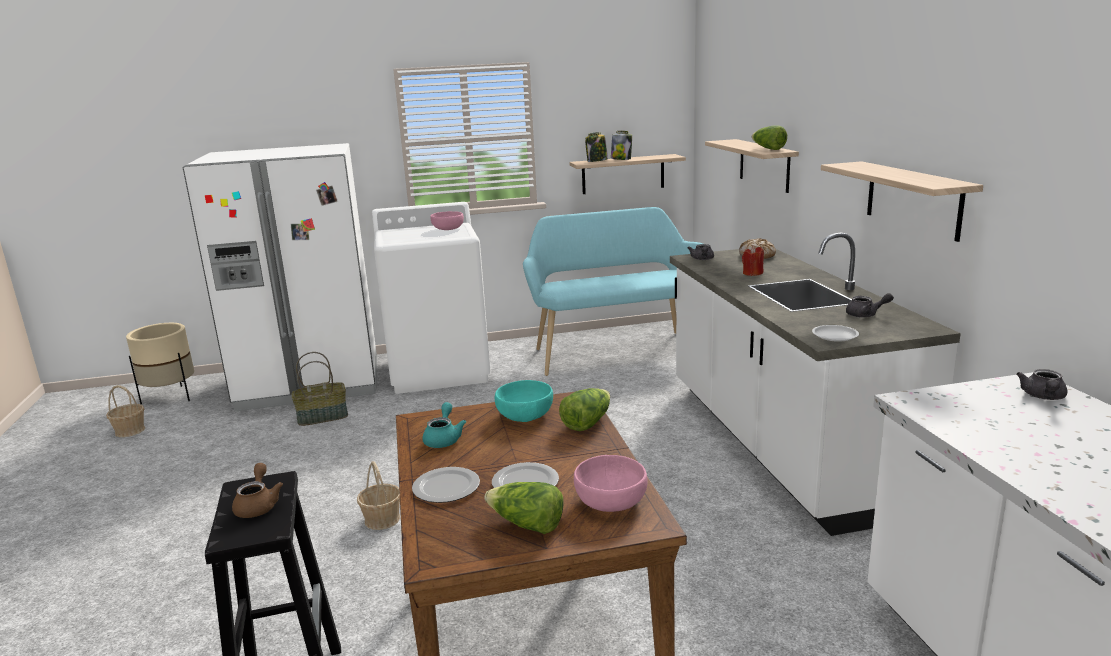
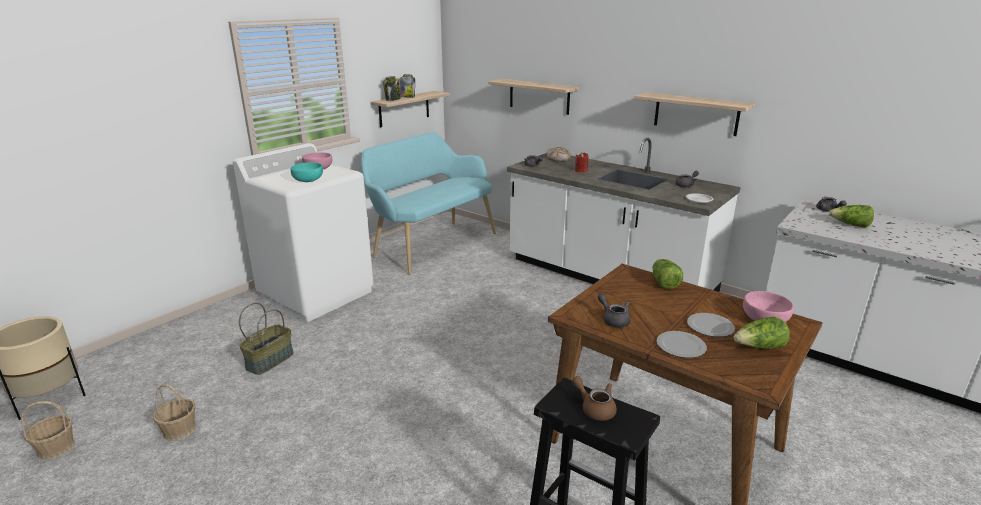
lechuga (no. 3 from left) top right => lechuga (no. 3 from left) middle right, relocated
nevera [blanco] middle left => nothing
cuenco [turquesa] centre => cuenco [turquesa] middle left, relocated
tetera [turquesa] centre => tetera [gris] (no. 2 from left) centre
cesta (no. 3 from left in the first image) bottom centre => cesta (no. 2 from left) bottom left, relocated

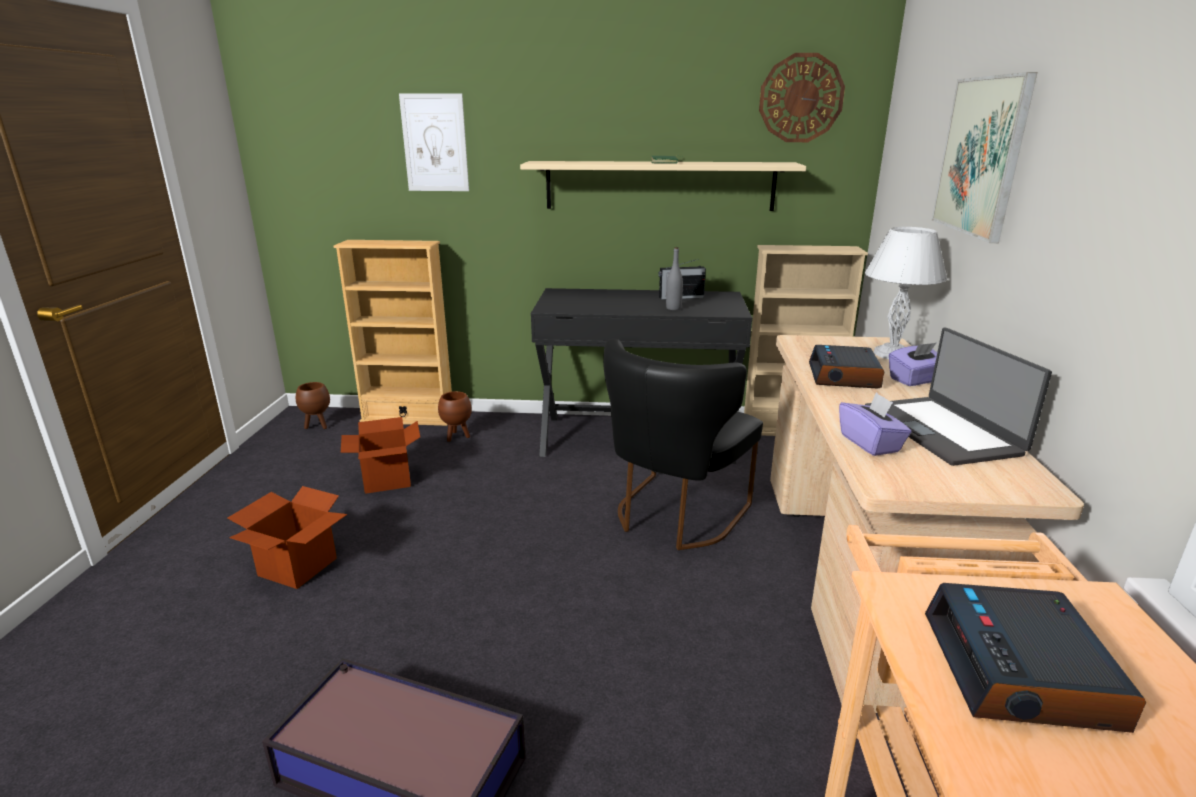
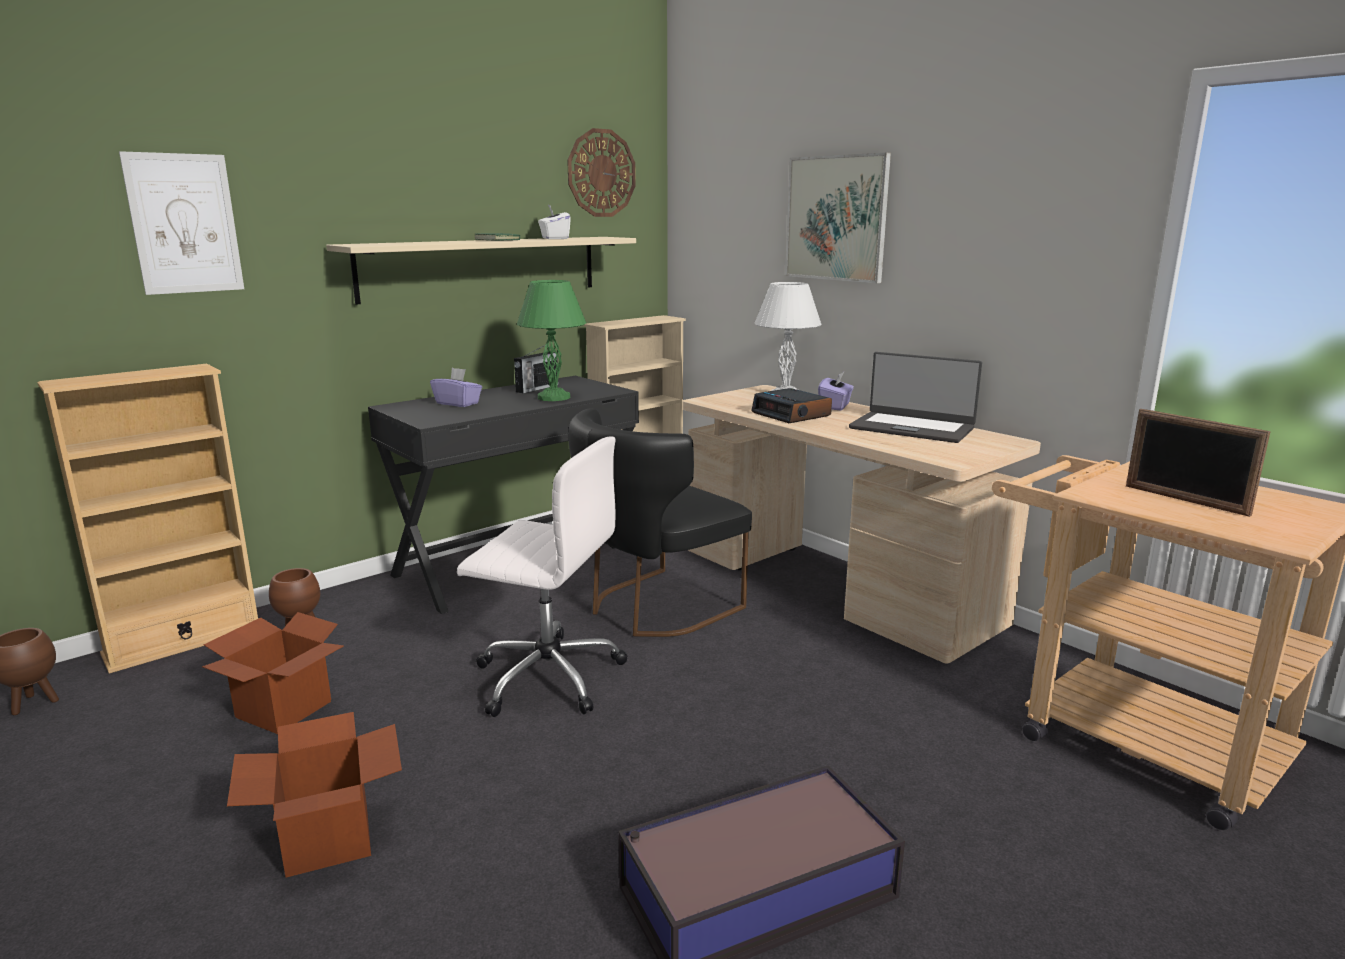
botella [gris] centre => lámpara de mesa [verde] centre
silla [negro] centre, 60 degrees clockwise
caja de pañuelos [morado] (no. 1 from left) middle right => caja de pañuelos [morado] (no. 1 from left) centre, relocated
despertador (no. 2 from left) bottom right => portarretratos middle right
nothing => caja de pañuelos [blanco] top centre
nothing => silla de oficina [blanco] centre

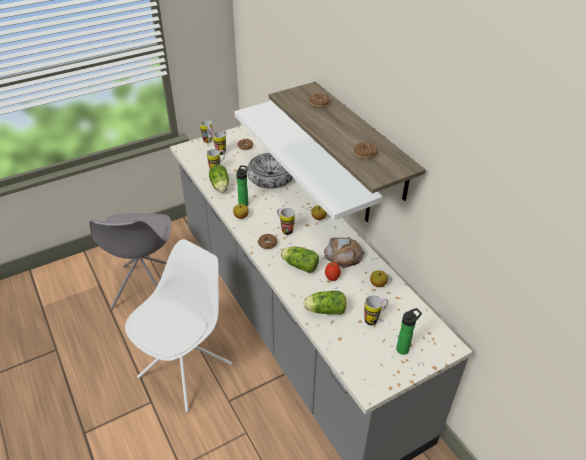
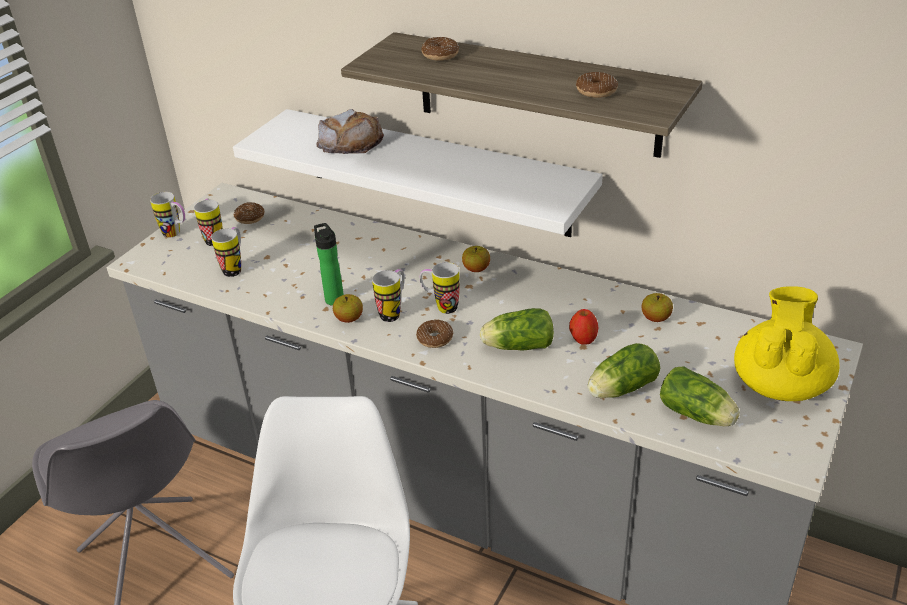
cuenco centre => nothing
lechuga (no. 1 from left in the first image) centre => lechuga (no. 3 from left) middle right, relocated
pan centre => pan top centre, relocated
taza grande (no. 5 from left in the first image) bottom centre => taza grande (no. 4 from left) centre, relocated
botella (no. 2 from left) bottom right => tetera [amarillo] middle right

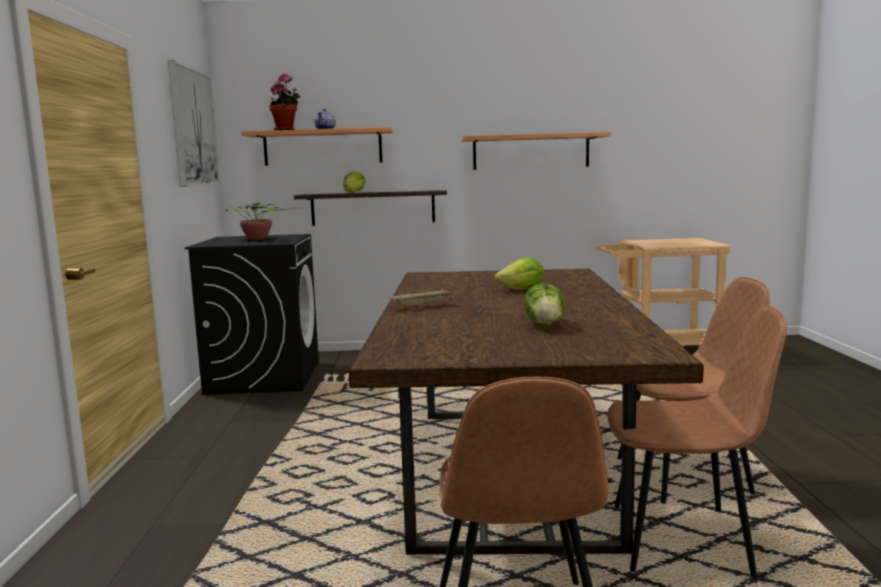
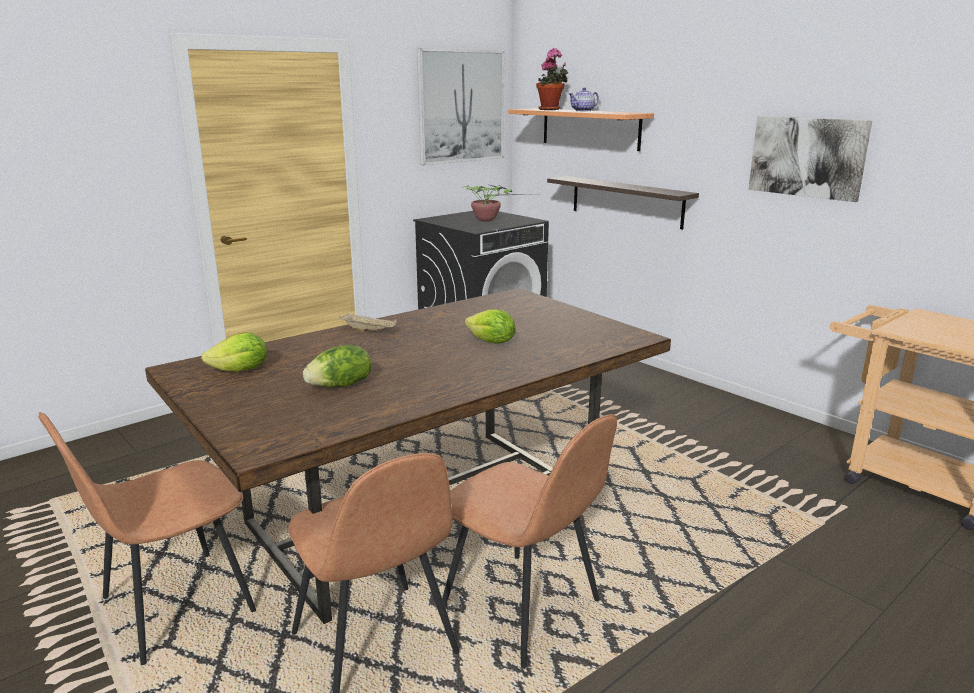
estante (no. 3 from left) top centre => cuadro (no. 2 from left) top right
lechuga (no. 1 from left) top centre => lechuga (no. 1 from left) middle left, relocated

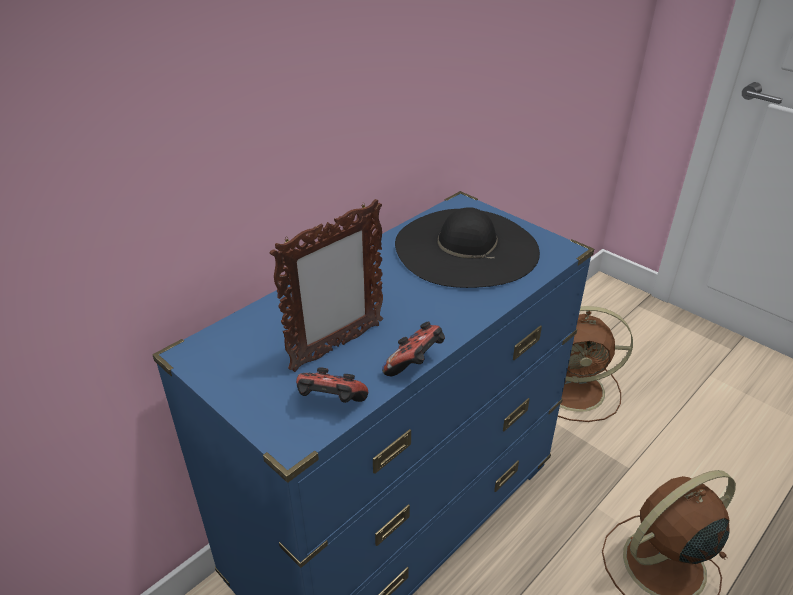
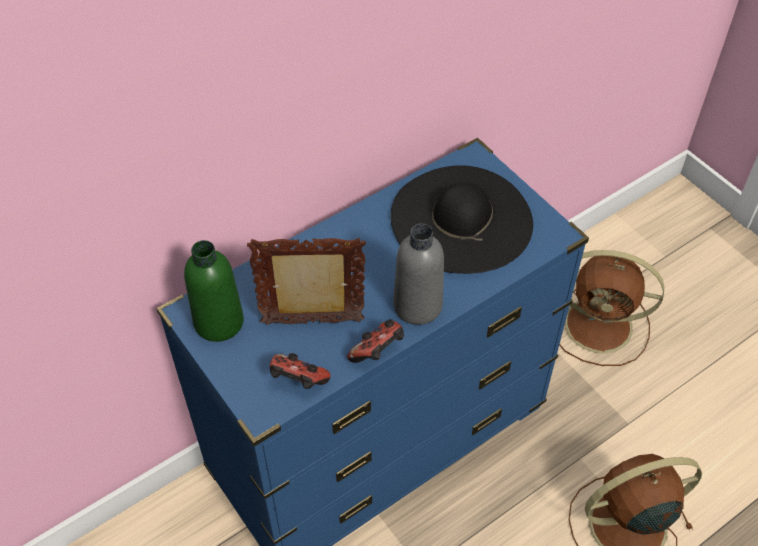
portarretratos centre, 150 degrees counterclockwise
nothing => botella [gris] centre
nothing => botella [verde] middle left

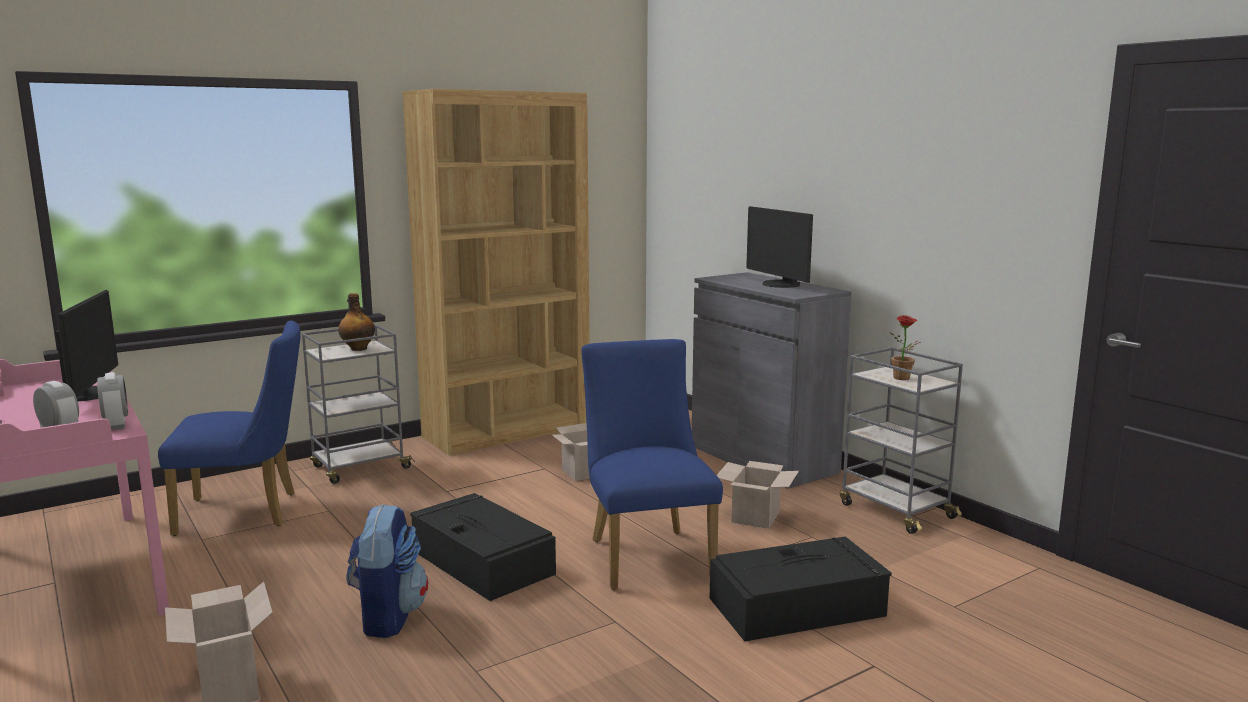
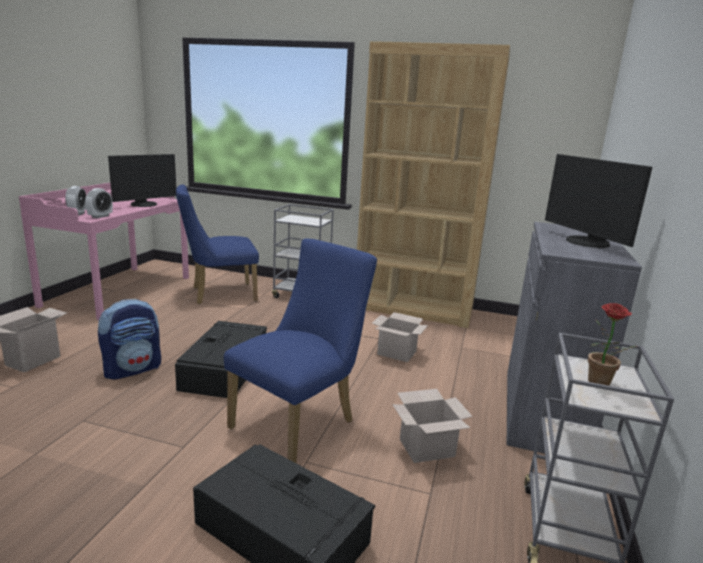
monitor (no. 2 from left) centre => monitor (no. 2 from left) middle right, 45 degrees counterclockwise
botella middle left => nothing
silla [azul] (no. 1 from left) middle left, 120 degrees clockwise

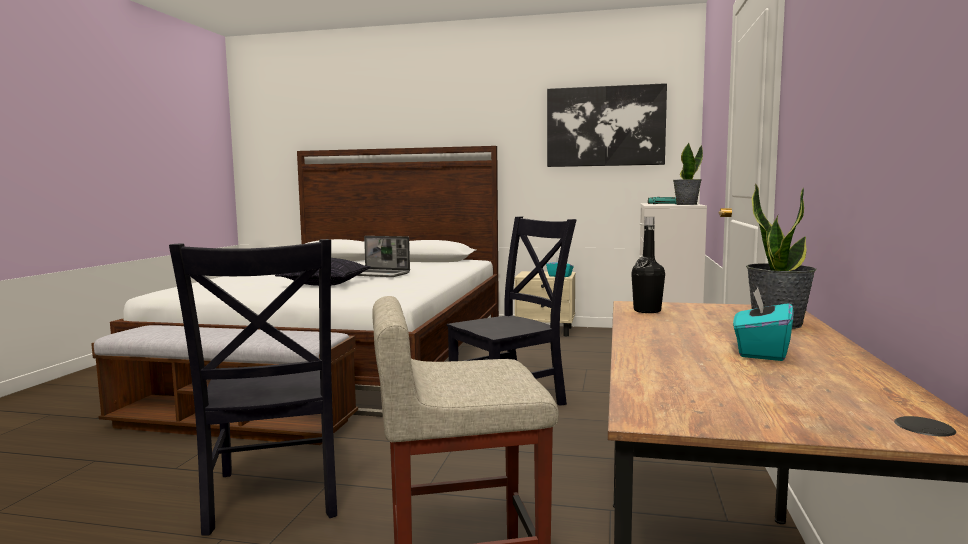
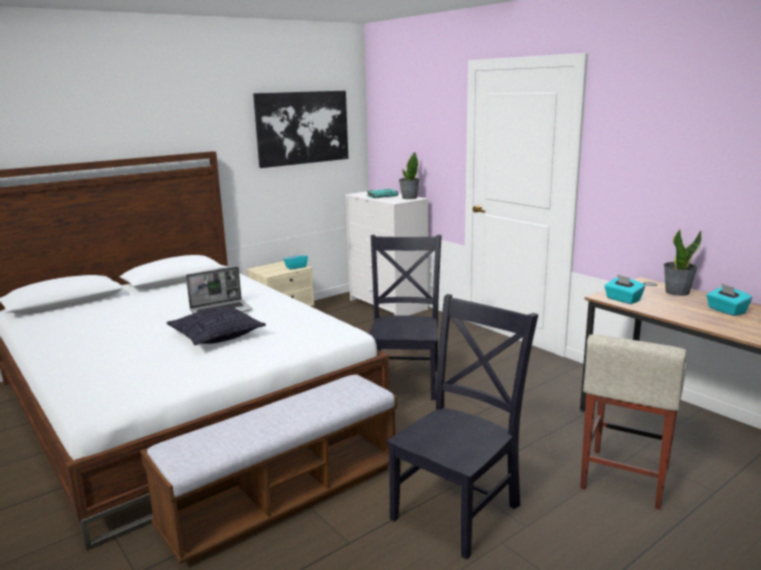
botella [negro] middle right => caja de pañuelos [turquesa] (no. 2 from left) middle right
silla [negro] (no. 1 from left in the first image) bottom left => silla [negro] (no. 2 from left) bottom centre, 75 degrees counterclockwise

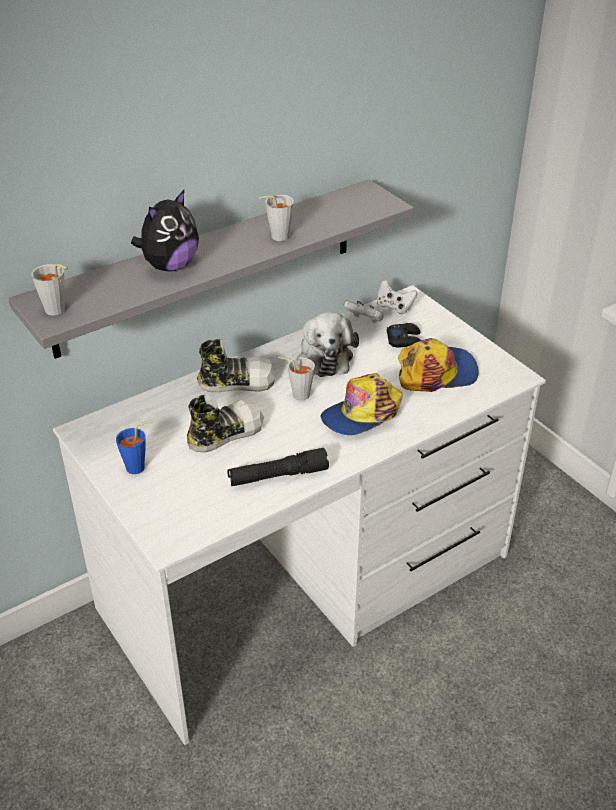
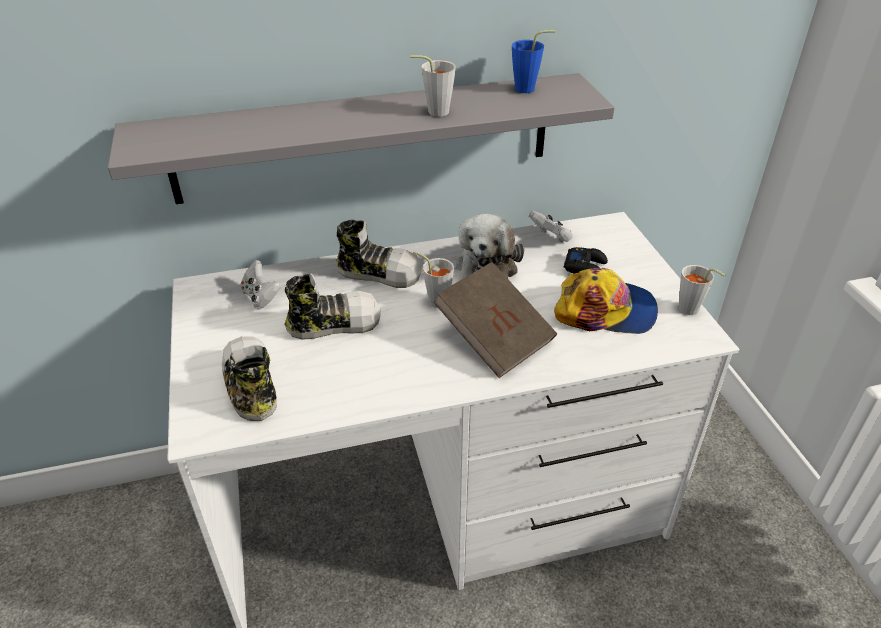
peluche (no. 1 from left) top left => nothing
taza [gris] (no. 1 from left in the first image) middle left => taza [gris] (no. 3 from left) middle right, relocated
mando de consola [blanco] (no. 2 from left in the first image) centre => mando de consola [blanco] (no. 1 from left) middle left, relocated
gorra (no. 1 from left) centre => libro [marrón] centre
taza [azul] middle left => taza [azul] top centre, relocated
linterna [negro] centre => nothing
nothing => zapato (no. 1 from left) middle left

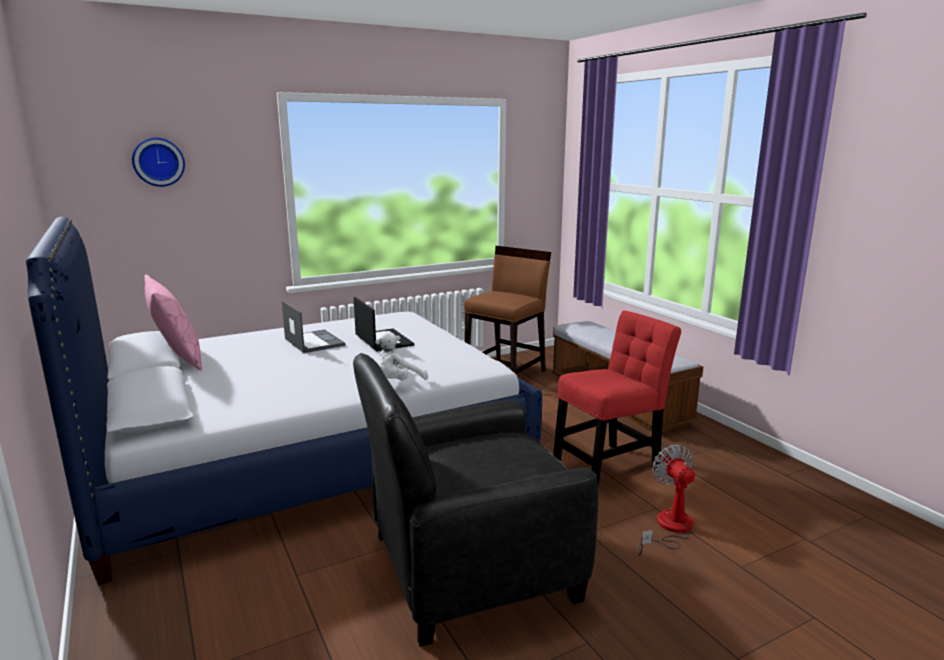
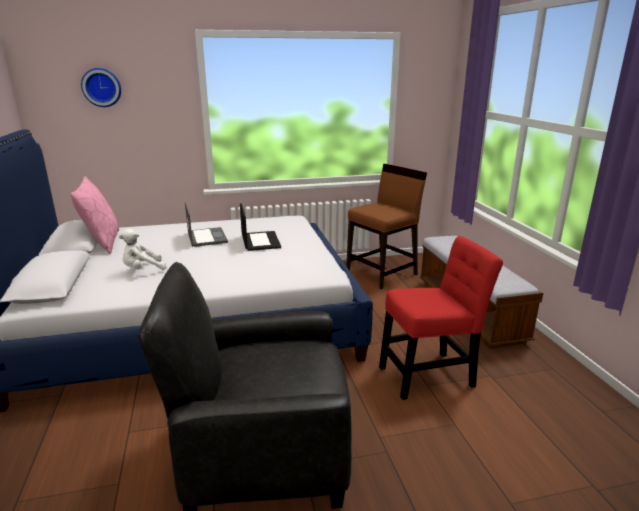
peluche [blanco] centre => peluche [blanco] middle left, relocated
ventilador bottom right => nothing

